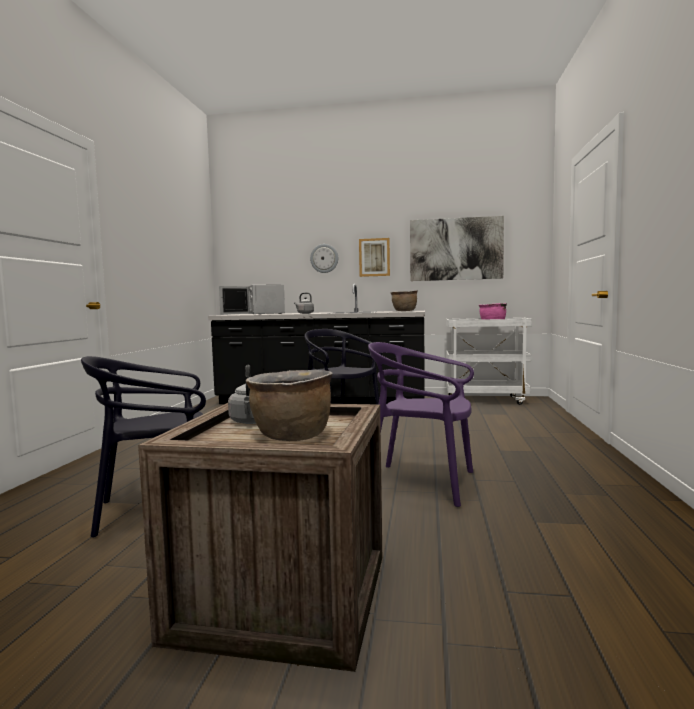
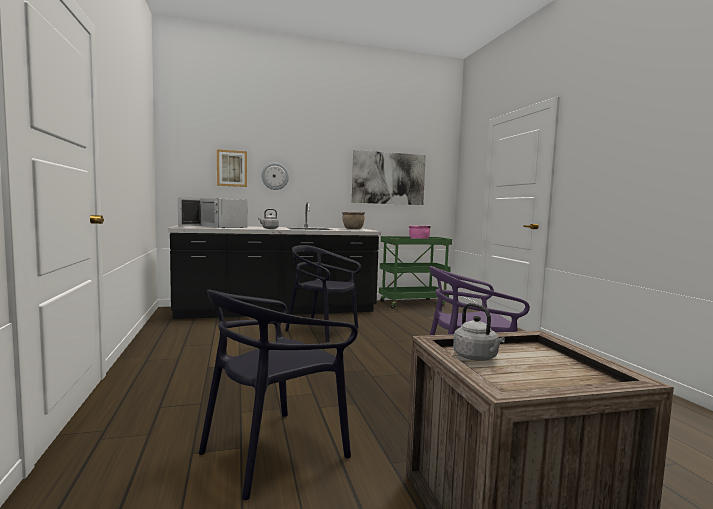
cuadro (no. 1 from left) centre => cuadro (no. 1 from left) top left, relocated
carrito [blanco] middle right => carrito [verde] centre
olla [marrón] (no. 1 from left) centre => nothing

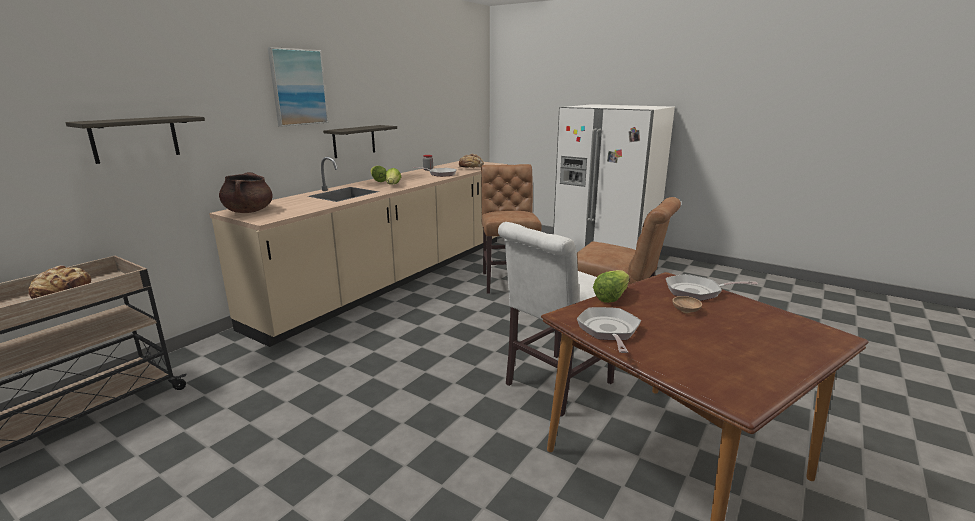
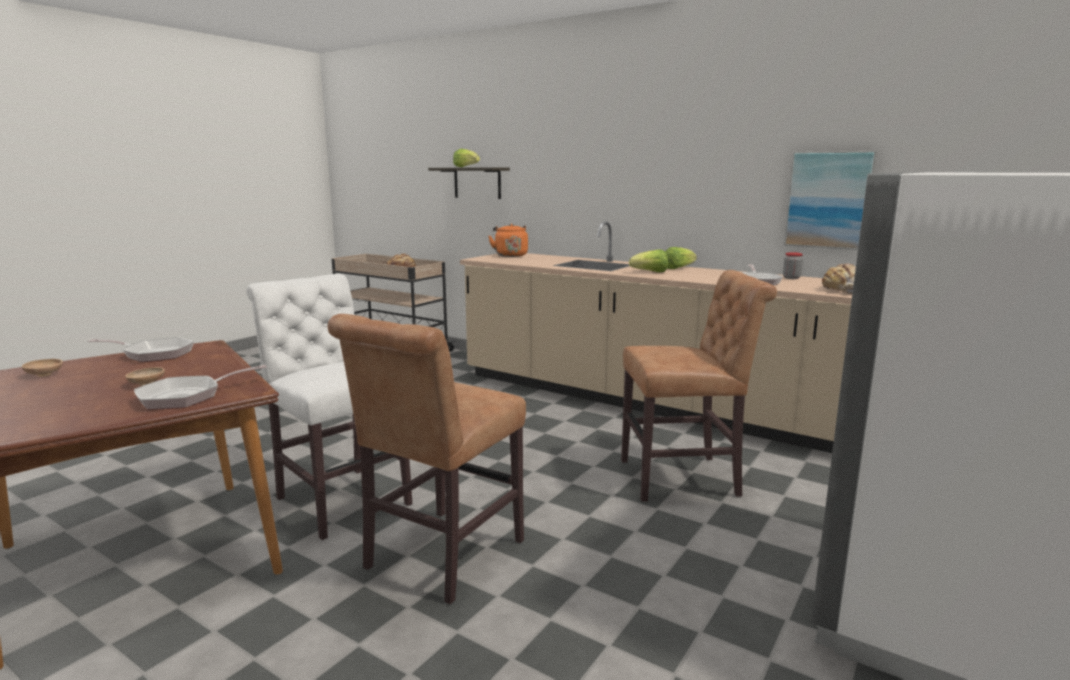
cuadro top left => cuadro top right, relocated
estante (no. 2 from left) top centre => nothing
olla [marrón] middle left => hervidor [naranja] centre
lechuga (no. 3 from left in the first image) centre => lechuga (no. 1 from left) top centre, relocated
sartén (no. 3 from left in the first image) middle right => sartén (no. 2 from left) middle left, 135 degrees counterclockwise
nothing => cuenco [marrón] (no. 1 from left) middle left

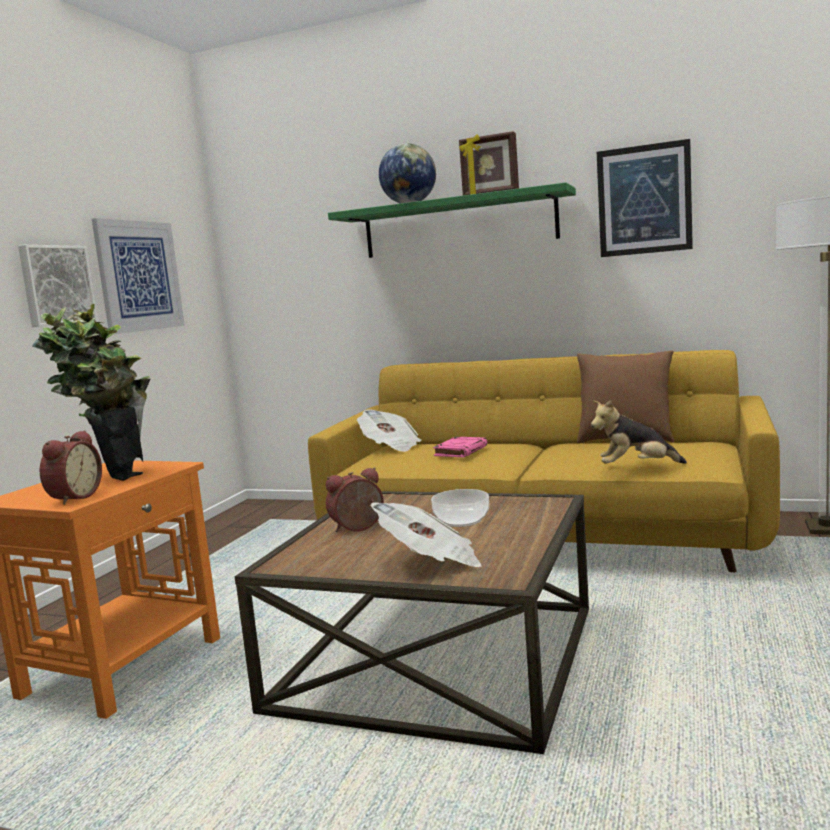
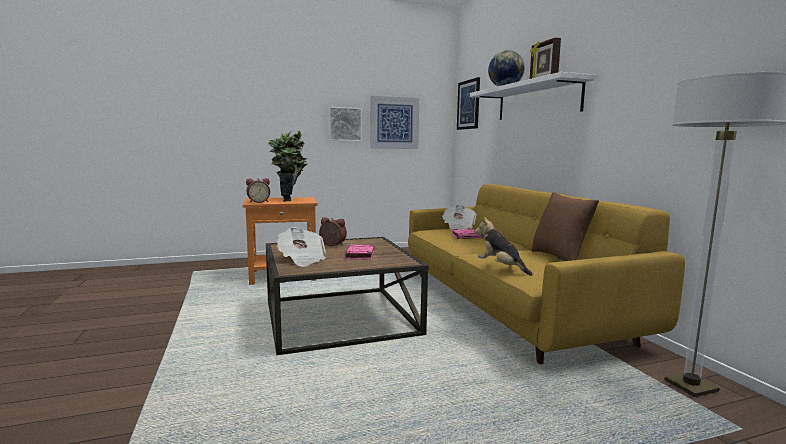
cuadro (no. 3 from left) top right => cuadro (no. 3 from left) top centre, relocated
estante [verde] top centre => estante [blanco] top right
cuenco centre => libro [rosa] (no. 1 from left) centre

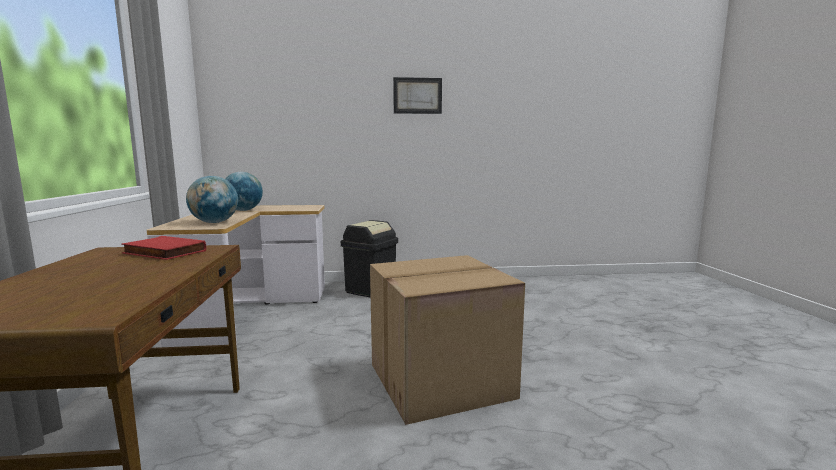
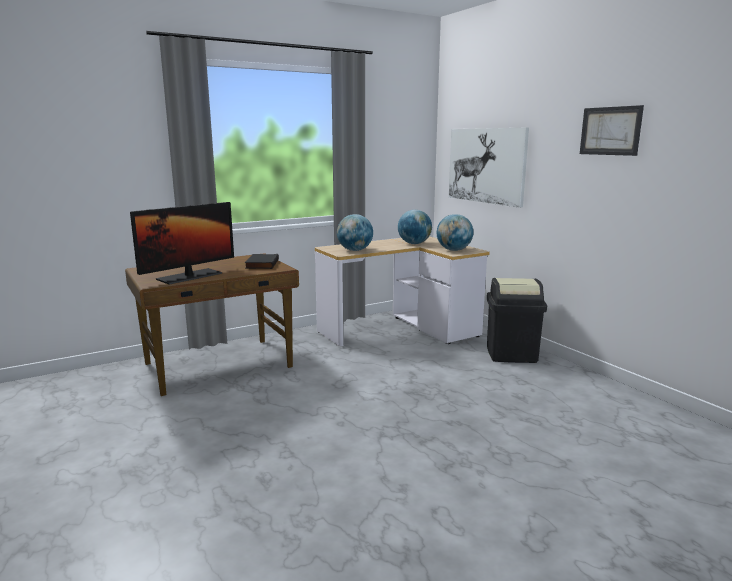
libro [rojo] middle left => libro [negro] centre
caja de cartón bottom centre => nothing
nothing => cuadro (no. 1 from left) top right
nothing => monitor middle left
nothing => globo terráqueo (no. 3 from left) centre

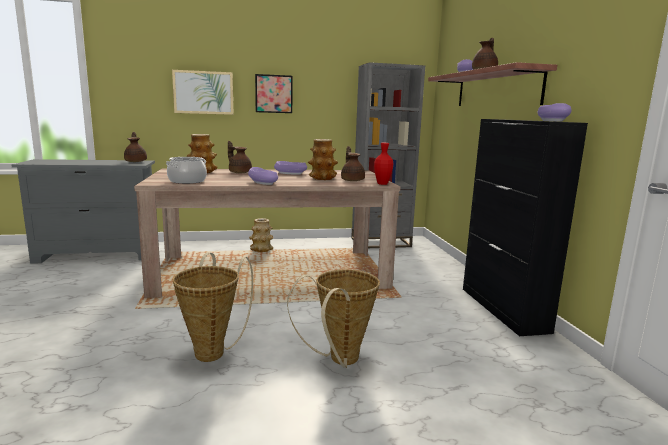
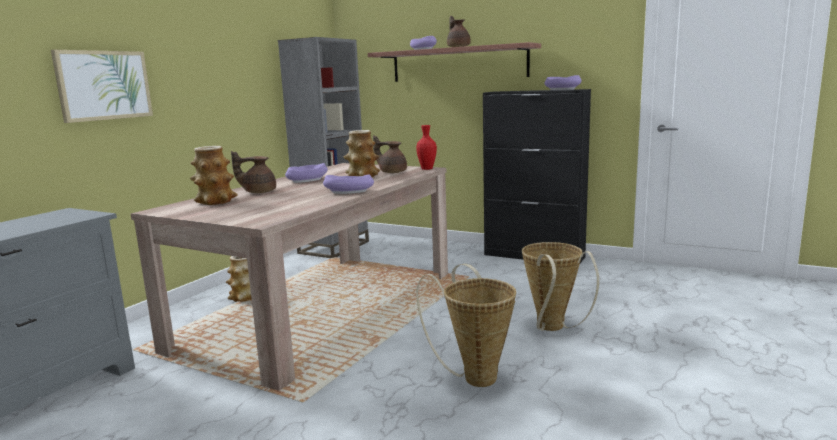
cuadro (no. 2 from left) top centre => nothing
tetera [marrón] (no. 1 from left) top left => nothing
olla middle left => nothing

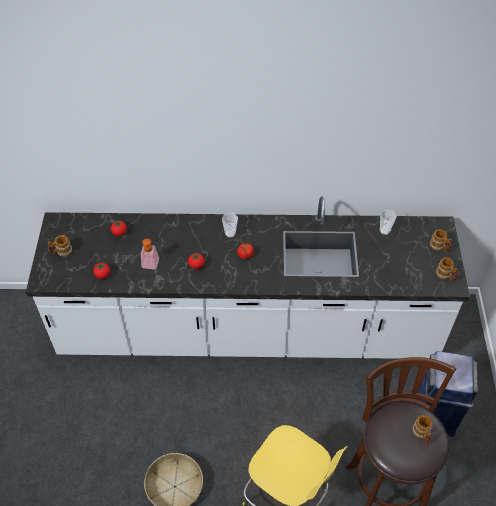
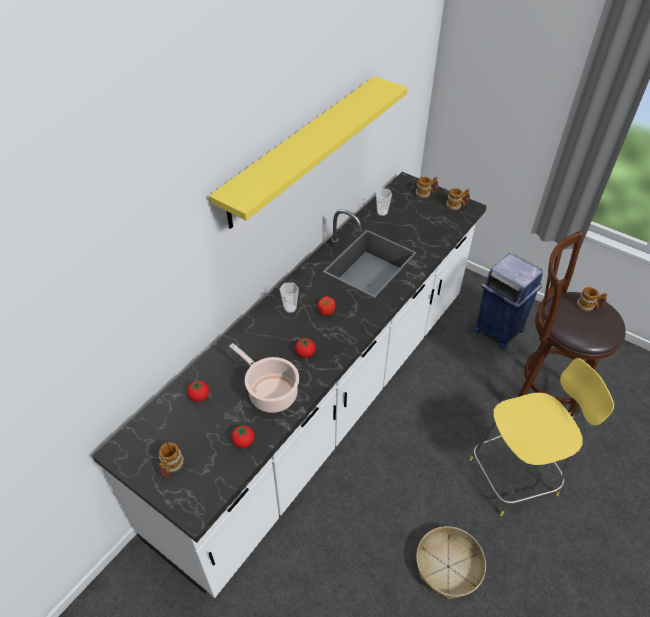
dispensador de jabón middle left => olla centre
nothing => estante [amarillo] top centre

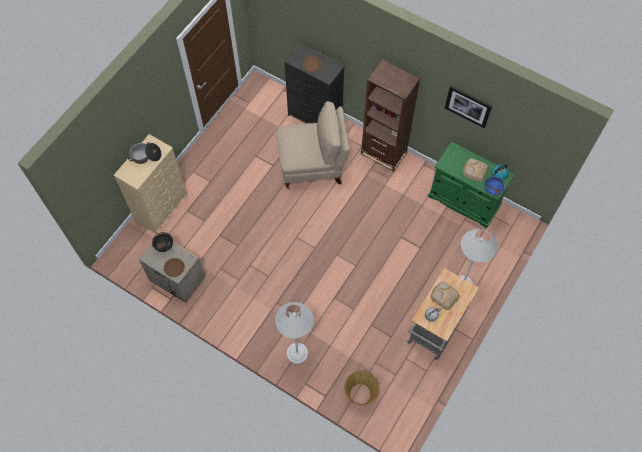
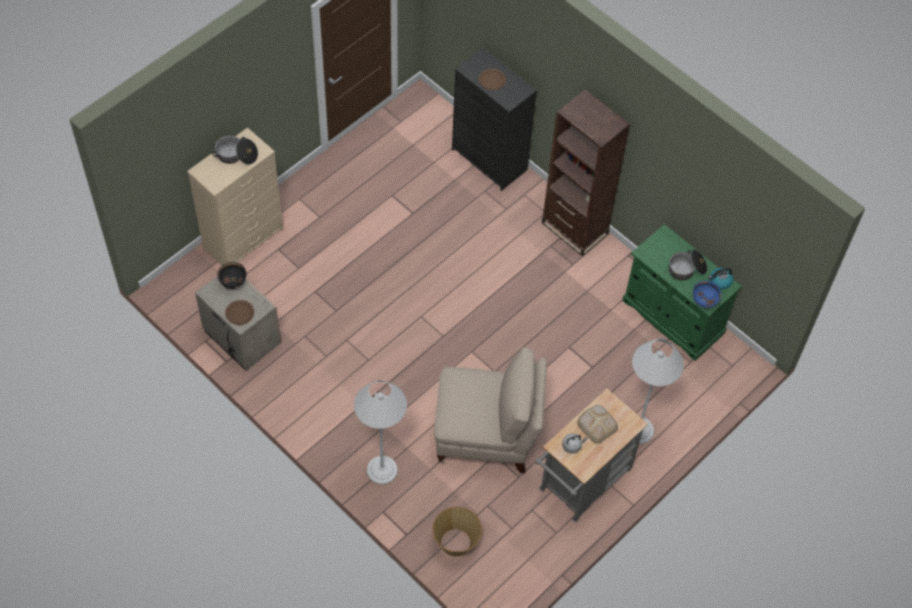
cuadro top right => nothing
silla [beis] top centre => silla [beis] bottom centre, relocated
pan (no. 2 from left) middle right => olla (no. 2 from left) middle right

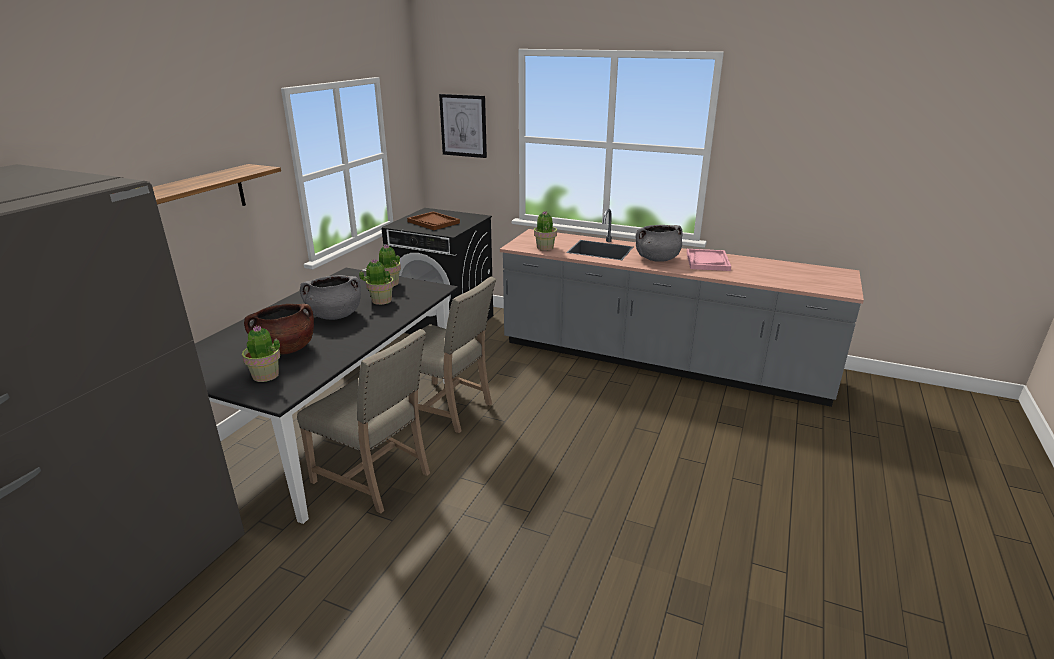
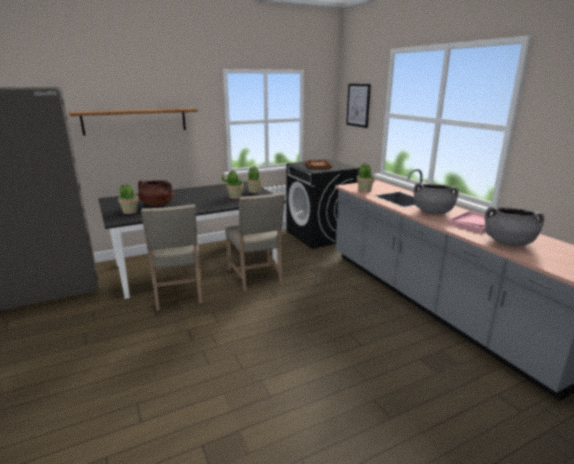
olla [gris] (no. 1 from left in the first image) middle left => olla [gris] (no. 2 from left) middle right, relocated

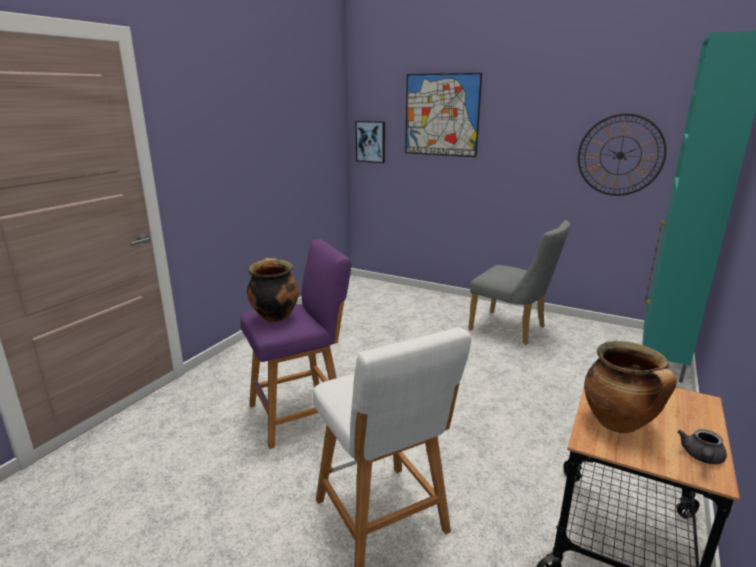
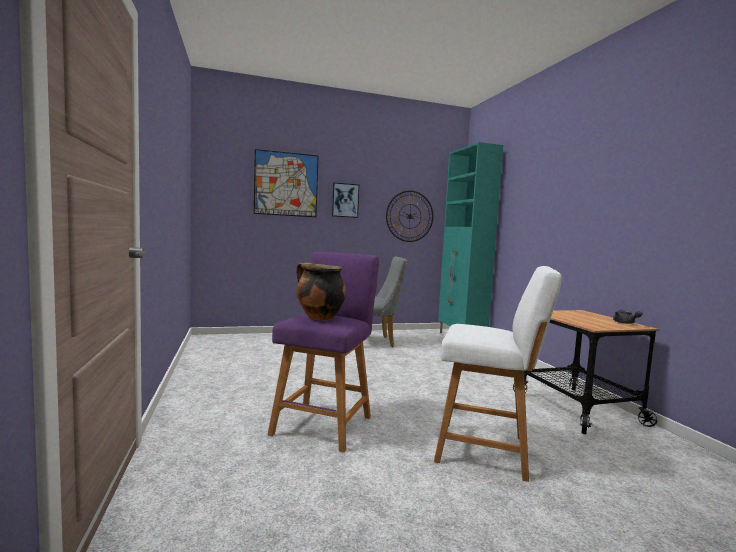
cuadro (no. 1 from left in the first image) top centre => cuadro (no. 2 from left) centre, relocated
olla (no. 2 from left) bottom right => nothing

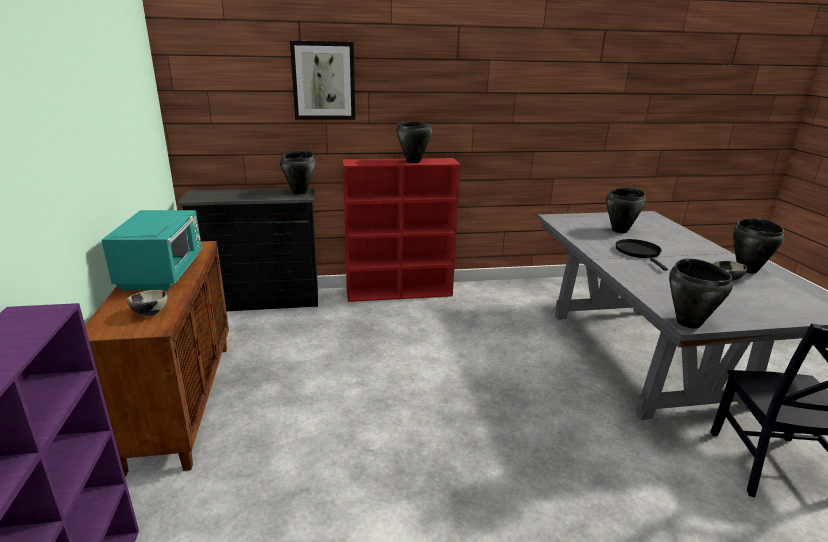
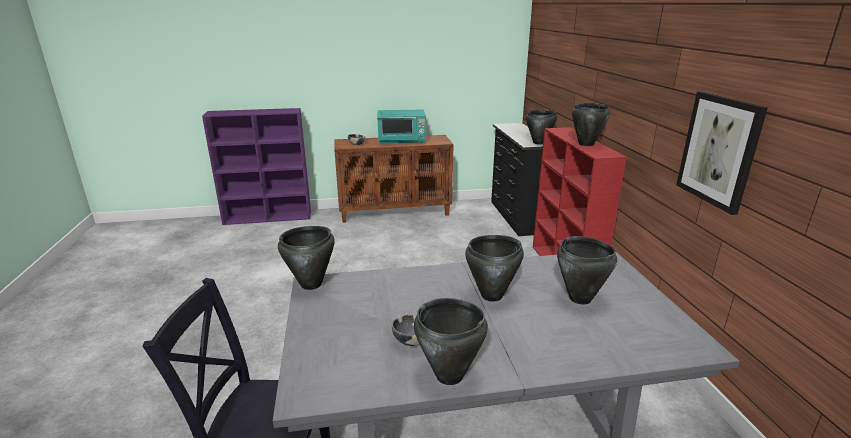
cuadro top centre => cuadro middle right, relocated
sartén [negro] middle right => olla [negro] (no. 3 from left) centre

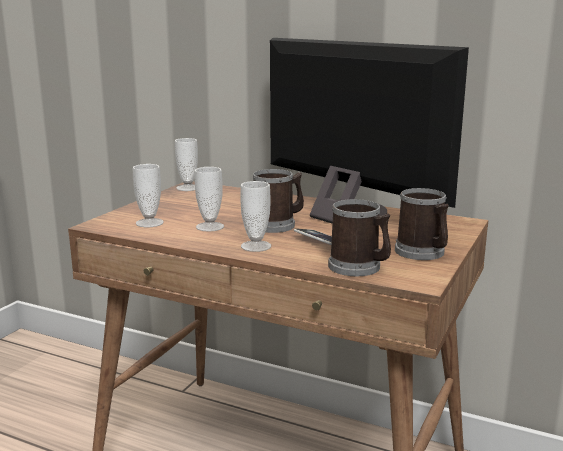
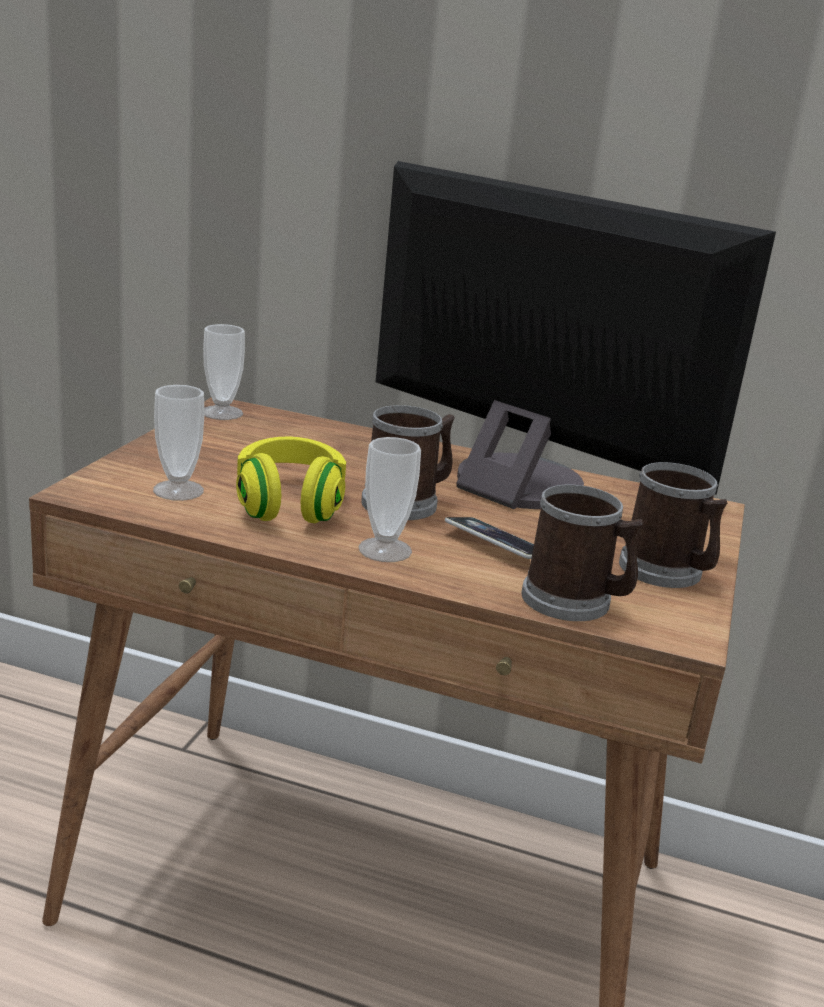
taza (no. 3 from left) centre => auriculares [amarillo] centre

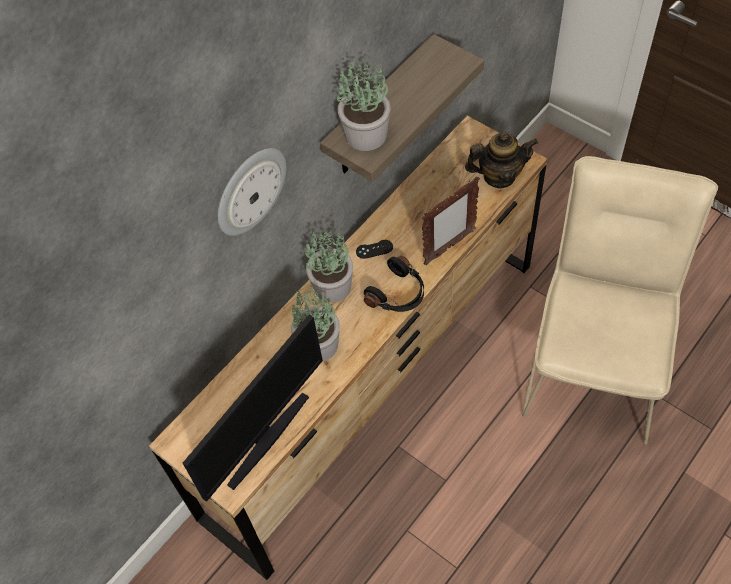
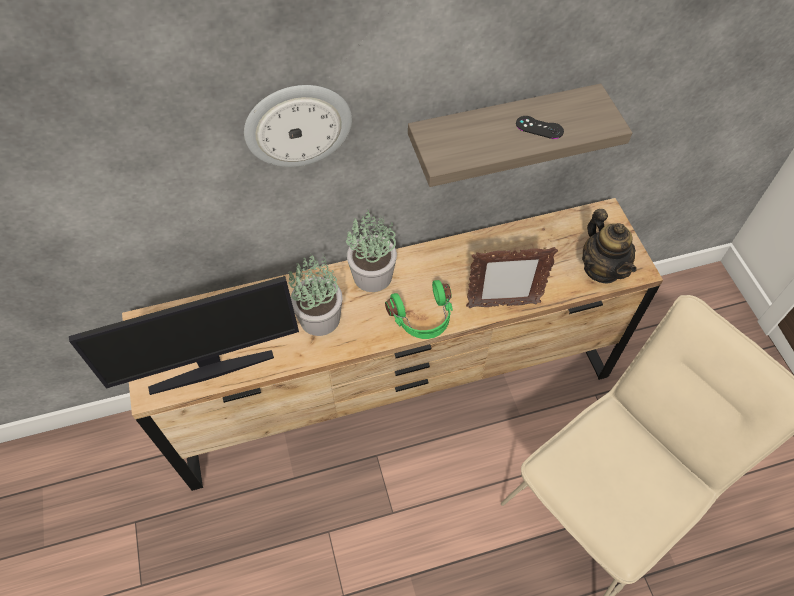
planta en maceta (no. 3 from left) top centre => nothing
tetera top right => tetera middle right, 45 degrees clockwise
mando de consola [negro] centre => mando de consola [negro] top right, relocated
auriculares [negro] centre => auriculares [verde] centre

